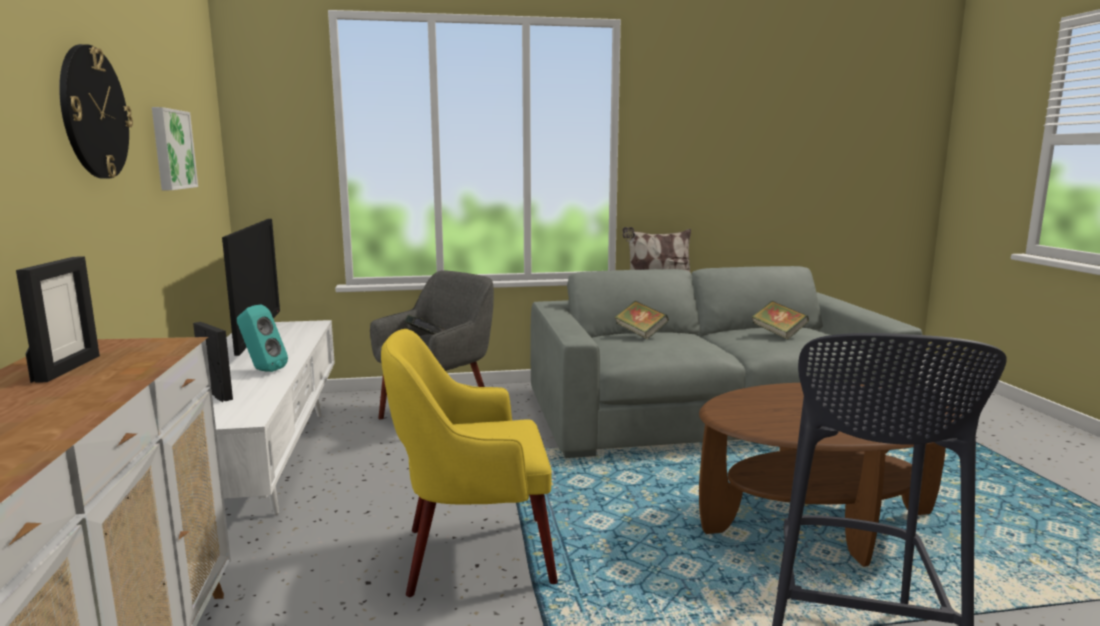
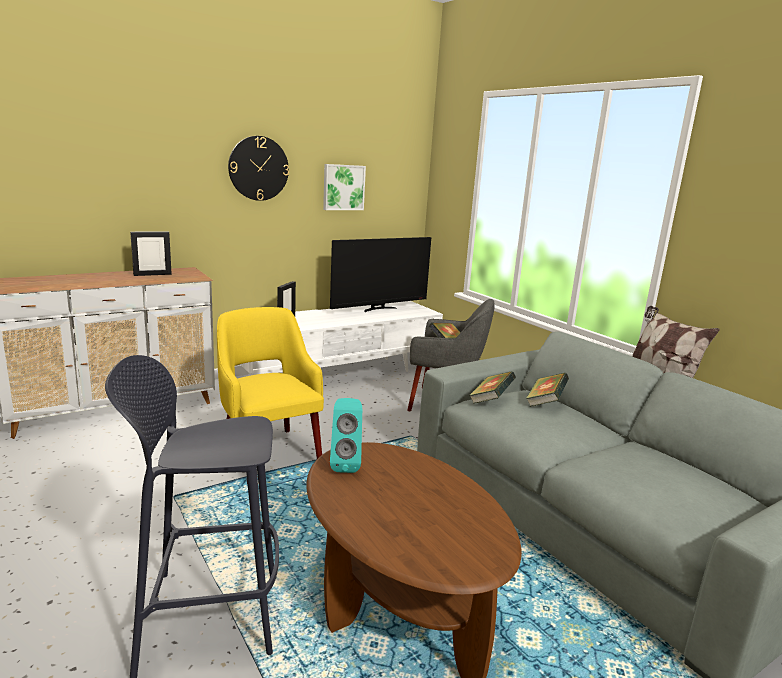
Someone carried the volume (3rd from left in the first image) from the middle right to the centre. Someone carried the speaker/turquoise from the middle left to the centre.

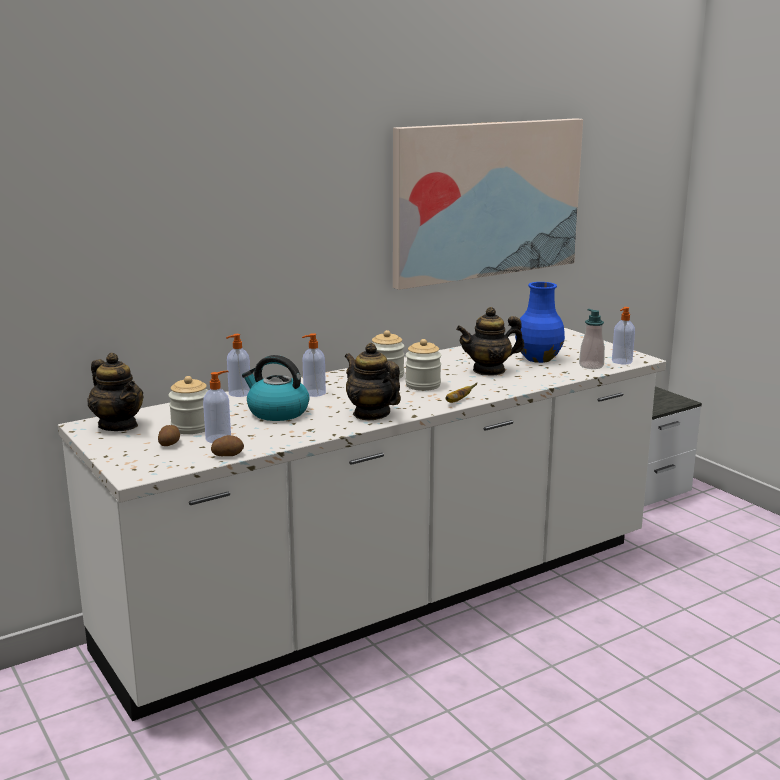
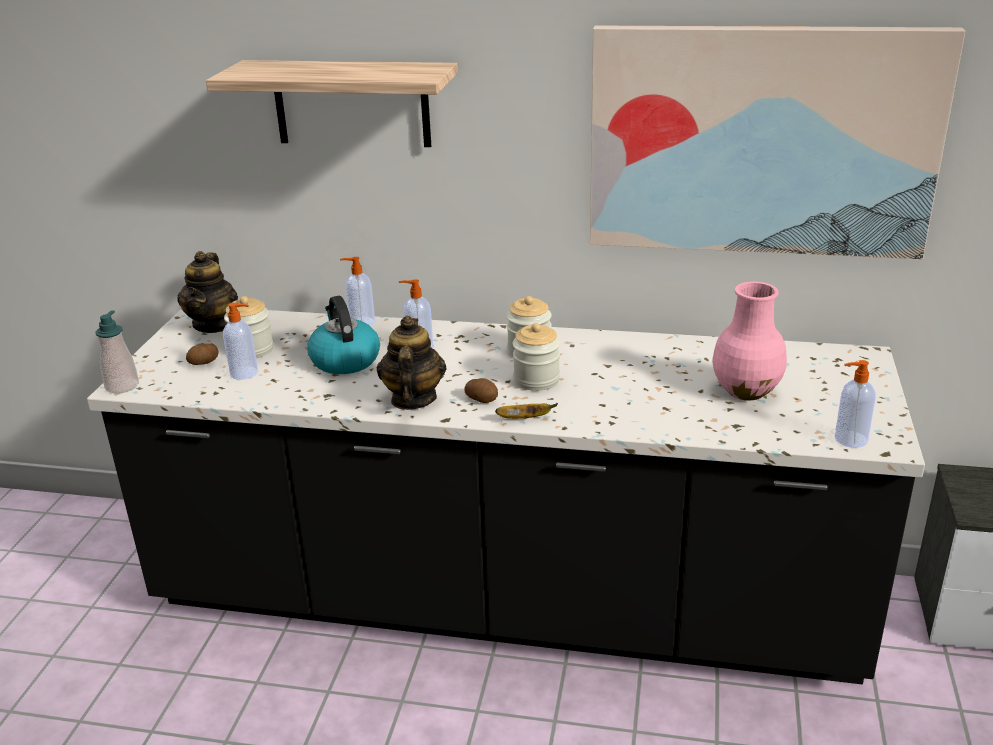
Someone repainted the vase/bluish at the middle right, which became the vase/pinkish at the middle right. Someone took away the teapot (3rd from left) at the centre. Someone carried the soap bottle (4th from left in the first image) from the middle right to the middle left. Someone repainted the kitchen counter/whitish at the bottom centre, which became the kitchen counter/blackish at the bottom centre. Someone carried the spud (2nd from left) from the middle left to the centre. Someone put up the shelf at the top centre.

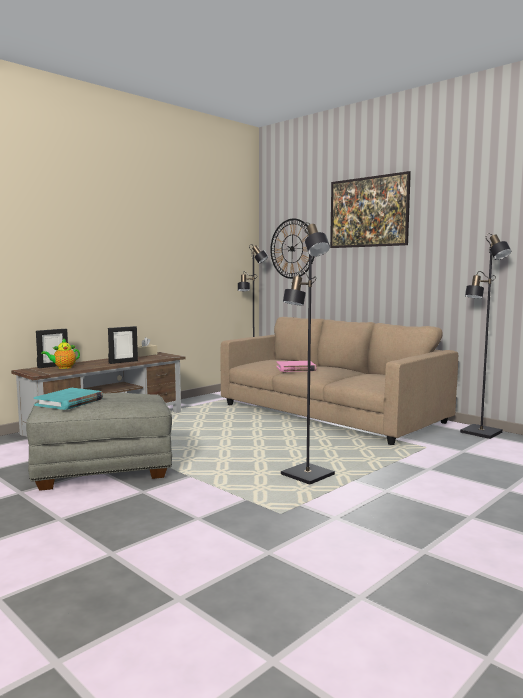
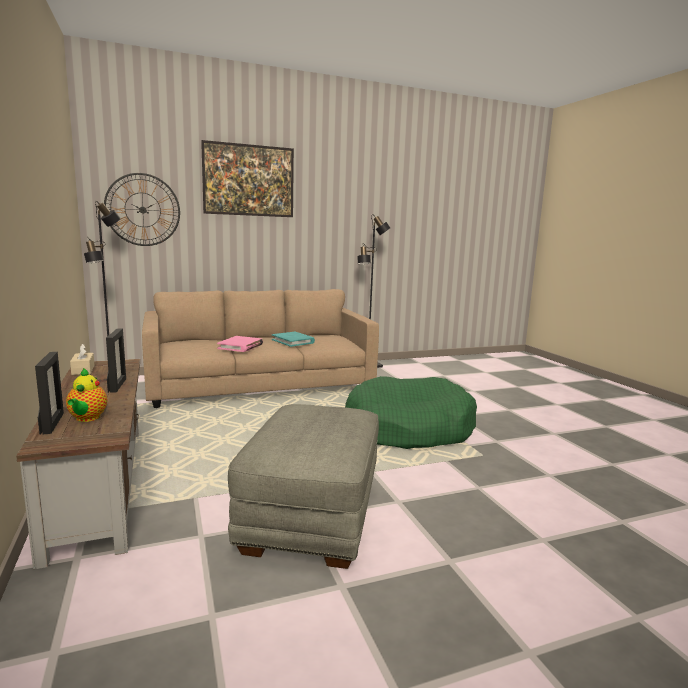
Someone swapped the standard lamp/blackish (2nd from left) at the centre for the dog cushion/green-coloured at the centre. Someone carried the volume/turquoise from the middle left to the centre.

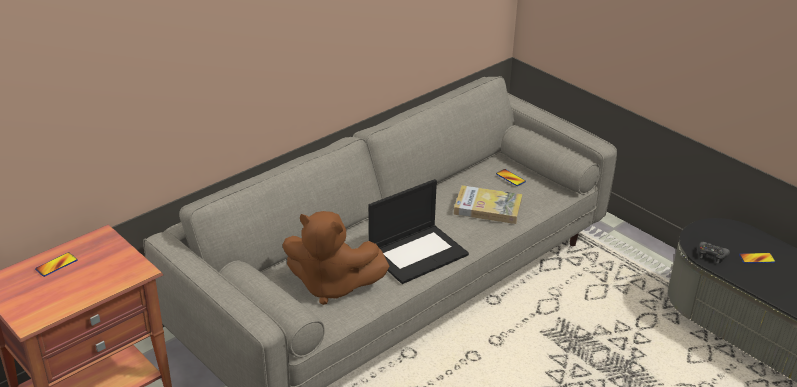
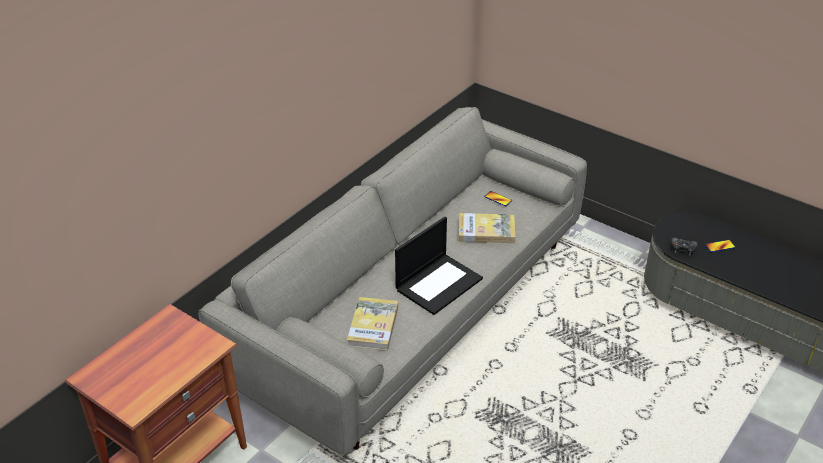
Someone swapped the soft toy/brownish at the bottom centre for the volume (1st from left) at the bottom centre. Someone took away the telephone (1st from left) at the bottom left.

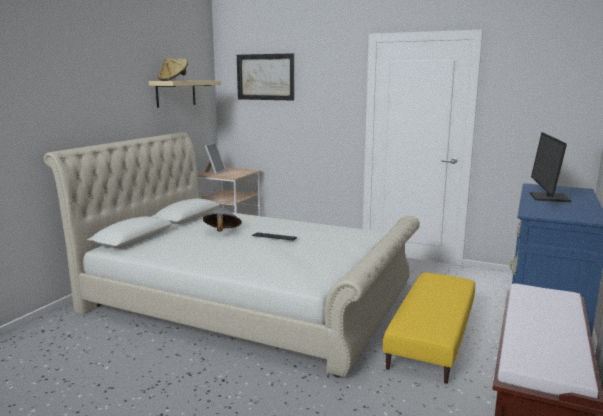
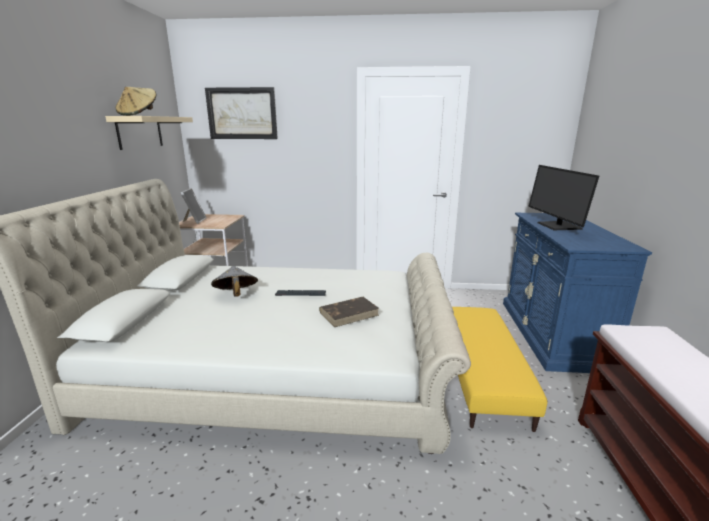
Someone put down the volume/brownish at the centre.

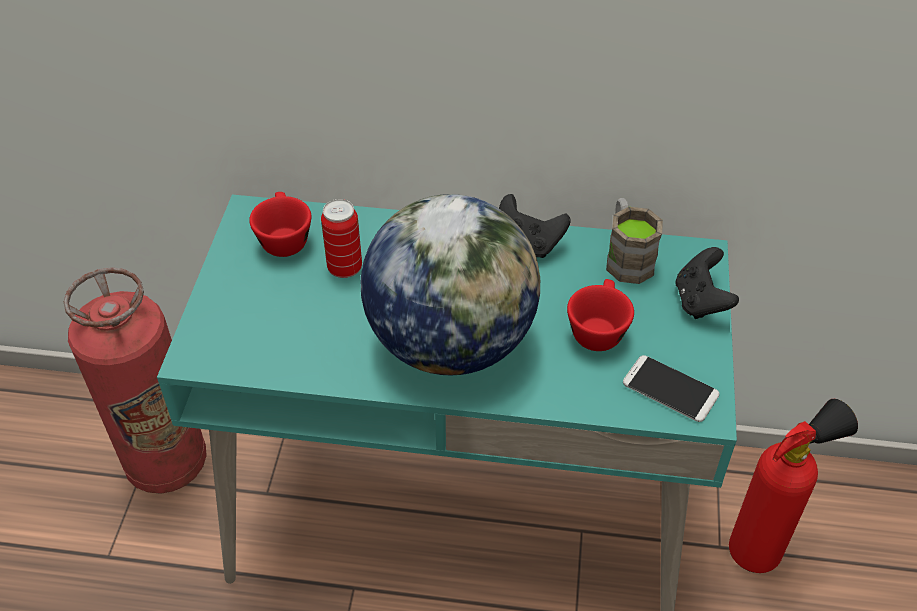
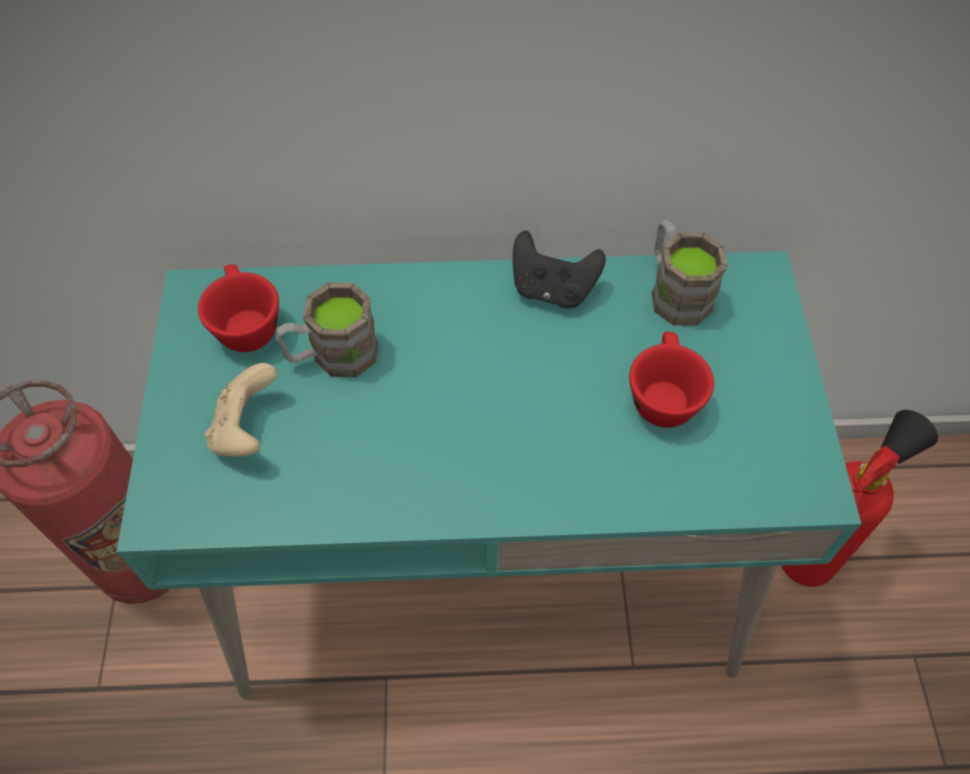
Someone took away the globe at the centre. Someone swapped the sealed can at the centre for the mug/brownish (1st from left) at the centre. Someone took away the game controller/blackish (2nd from left) at the middle right. Someone took away the telephone at the middle right. Someone put down the game controller/beige at the middle left.

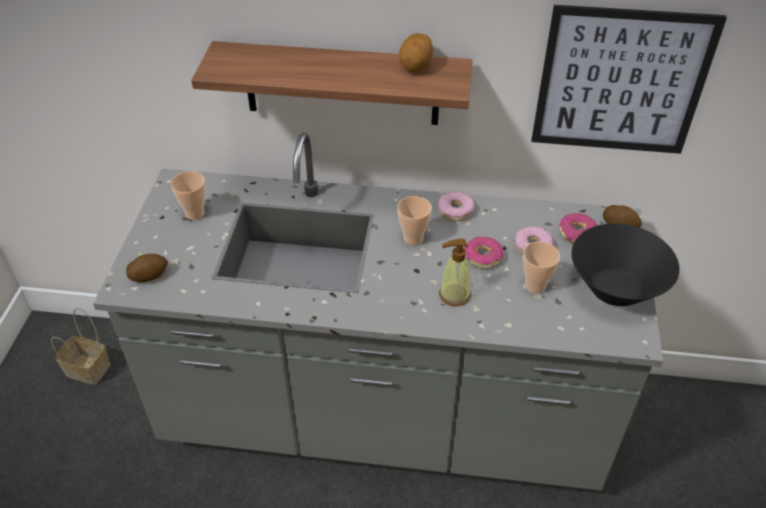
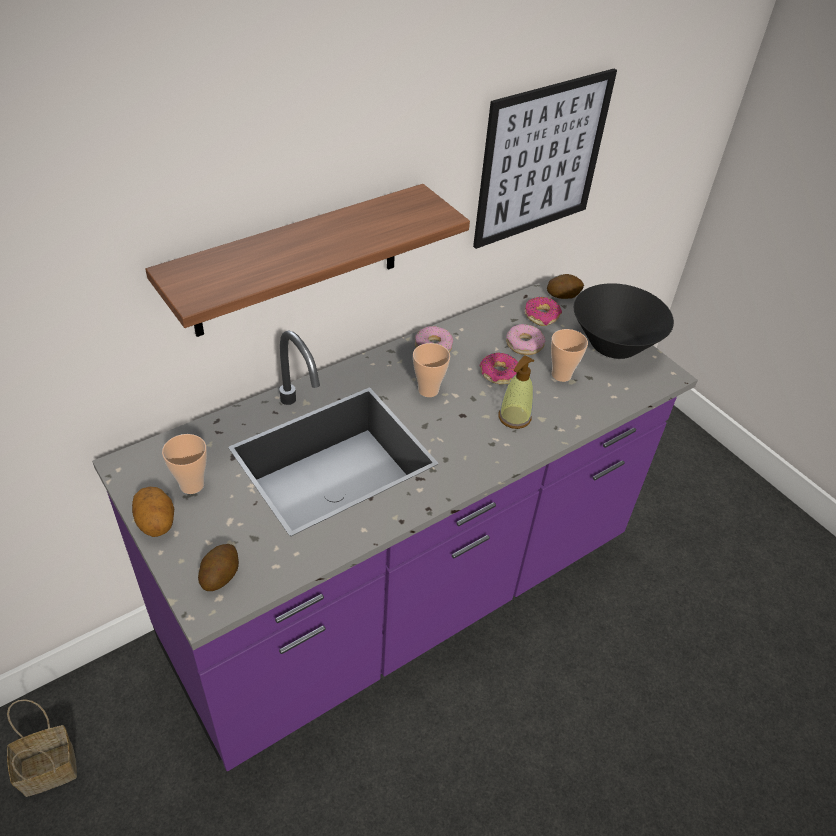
Someone carried the spud (2nd from left in the first image) from the top centre to the middle left. Someone repainted the kitchen counter/gray at the centre, which became the kitchen counter/purplish at the centre.

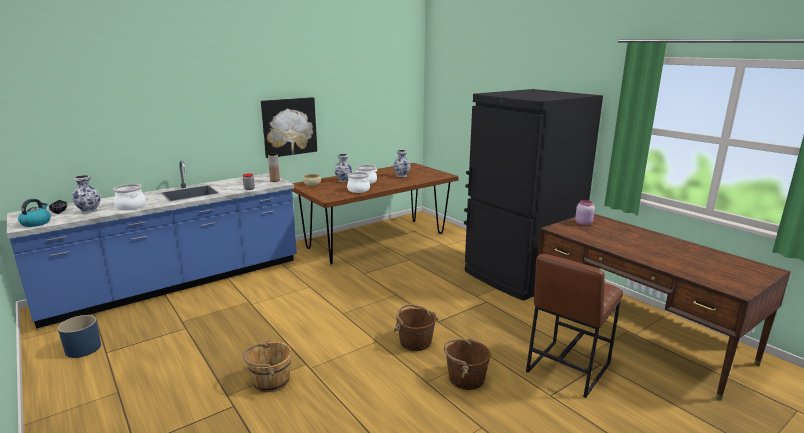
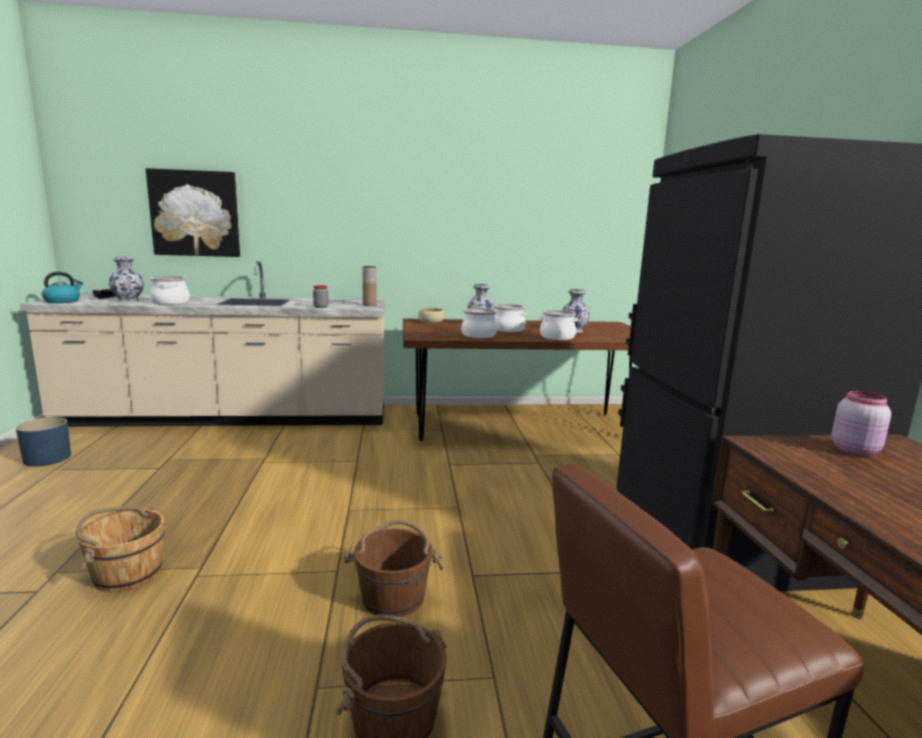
Someone carried the picture from the top centre to the top left. Someone repainted the kitchen counter/bluish at the middle left, which became the kitchen counter/beige at the middle left. Someone put down the saucepot (4th from left) at the centre.

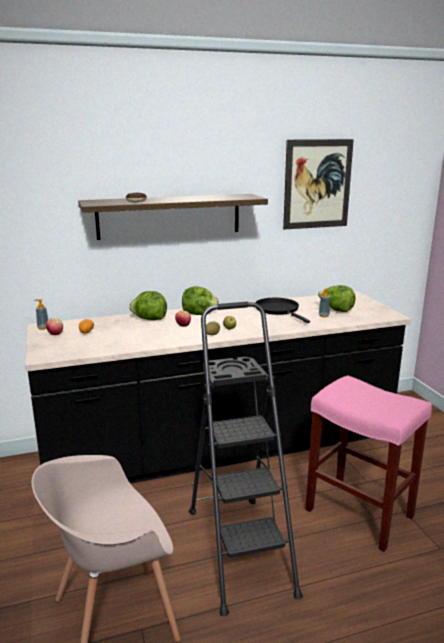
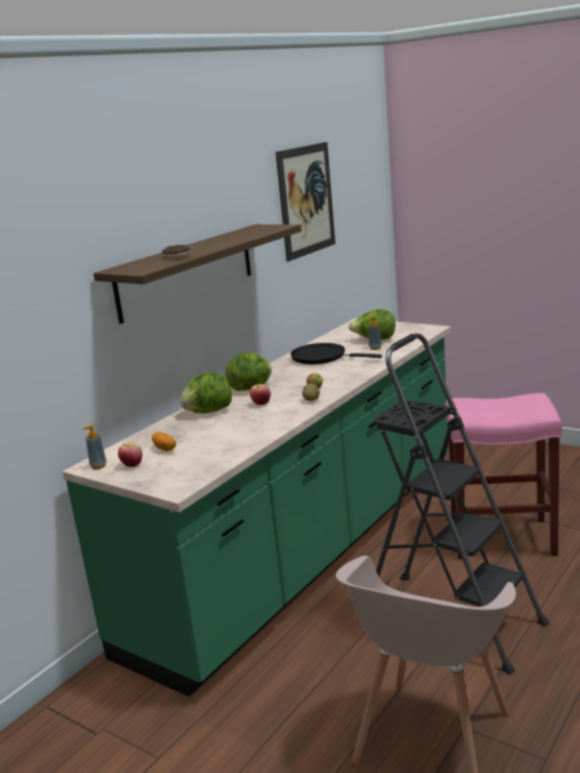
Someone repainted the kitchen counter/blackish at the centre, which became the kitchen counter/green-coloured at the centre.

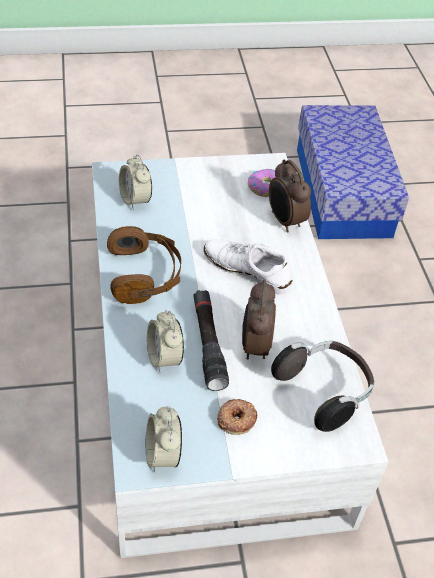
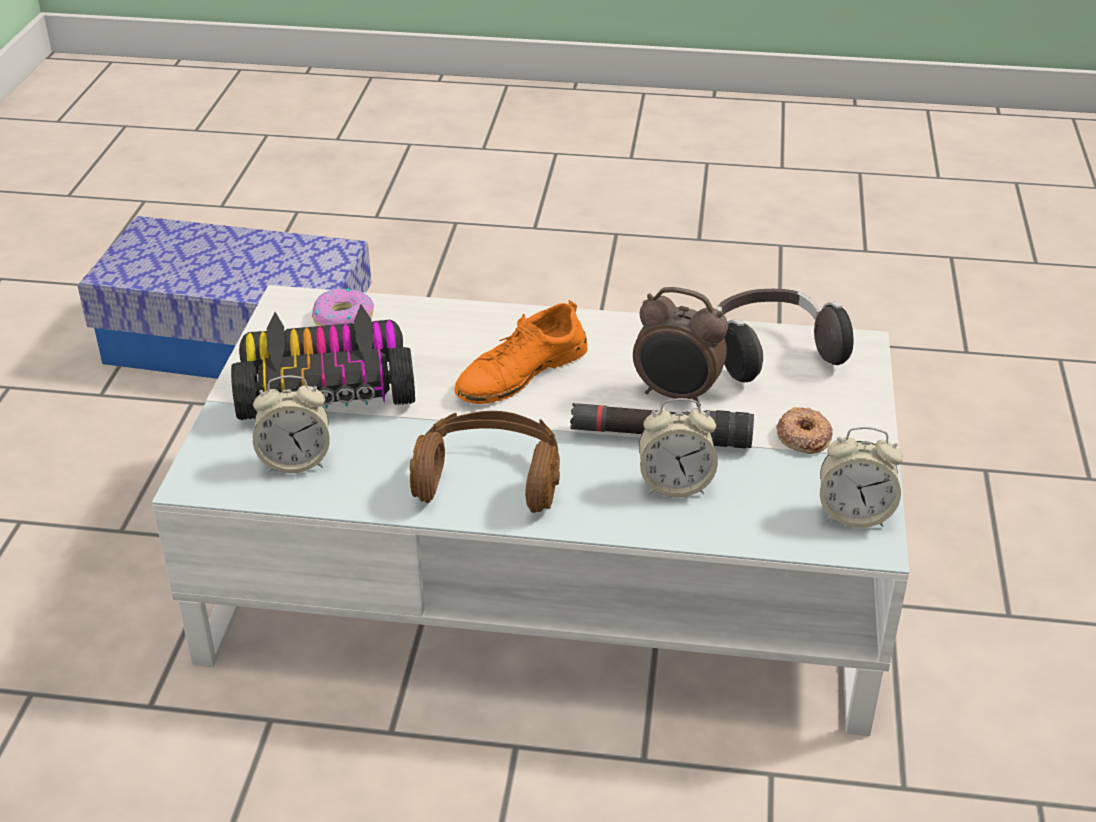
Someone took away the bedside clock (5th from left) at the middle right. Someone repainted the item of footwear/whitish at the centre, which became the item of footwear/orange at the centre. Someone put down the model car at the middle left.

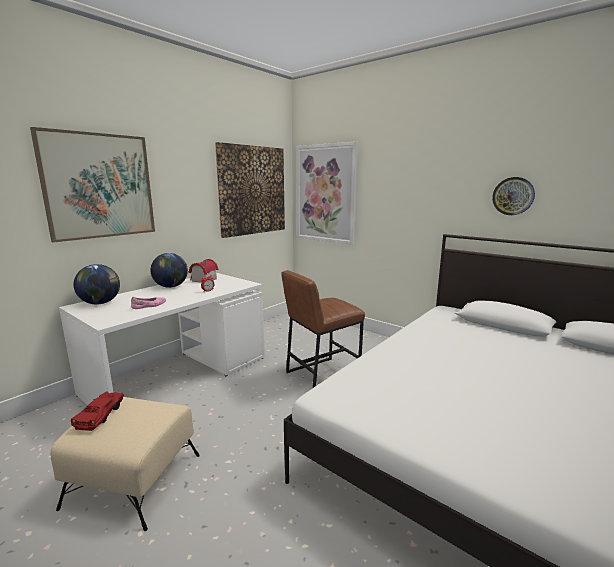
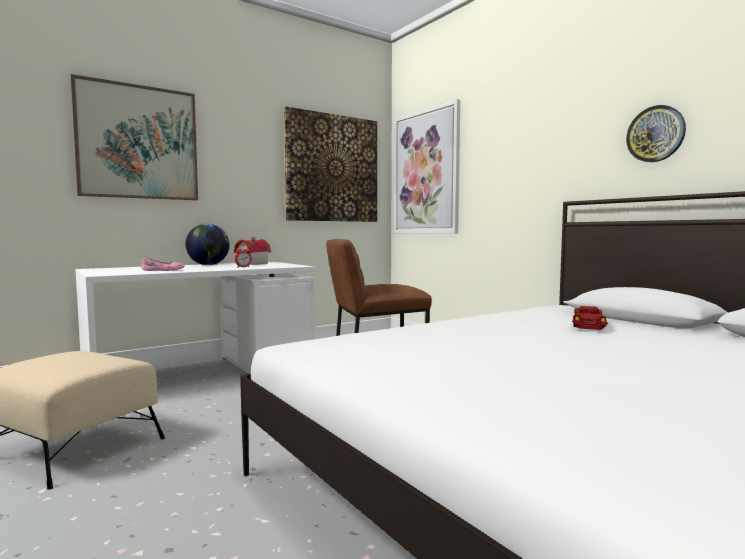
Someone took away the globe (1st from left) at the middle left. Someone carried the model car/reddish from the bottom left to the middle right.

